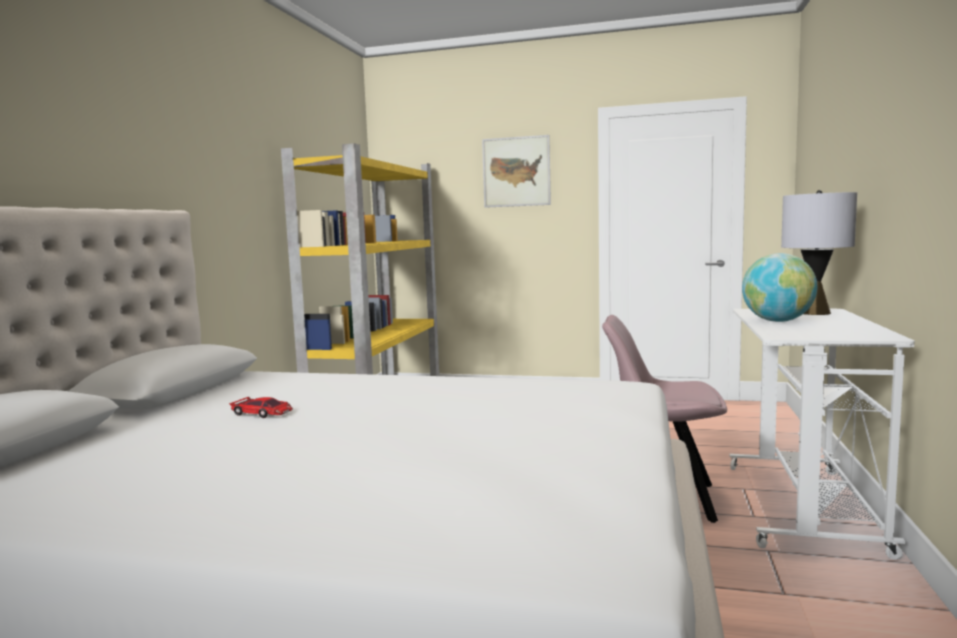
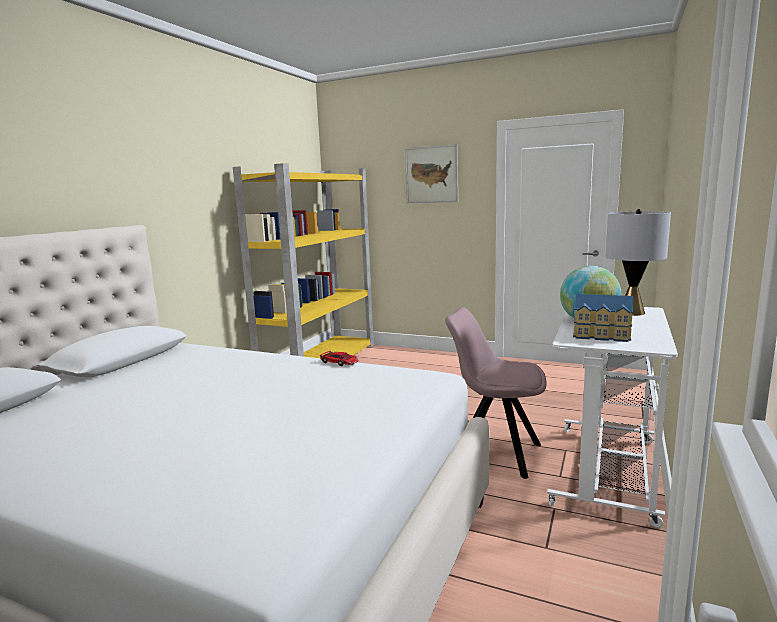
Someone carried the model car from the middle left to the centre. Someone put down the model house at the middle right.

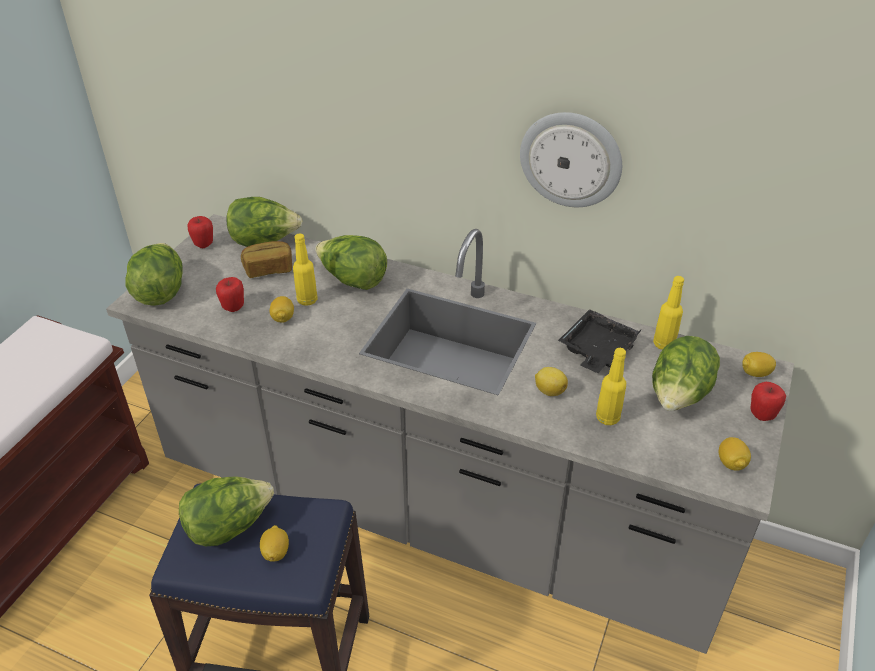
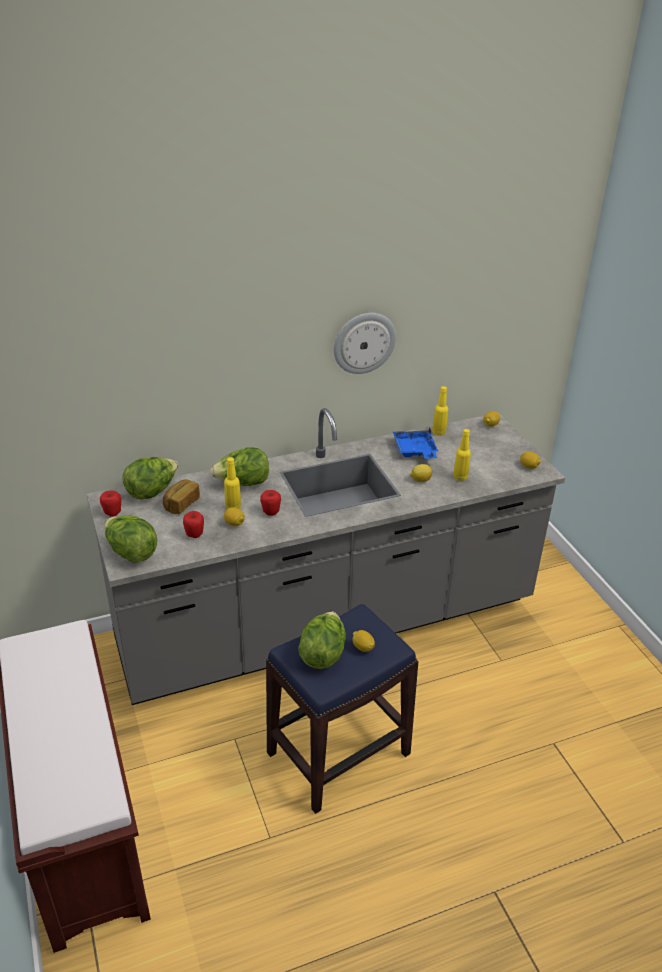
Someone repainted the tray/blackish at the middle right, which became the tray/bluish at the centre. Someone took away the head of lettuce (5th from left) at the middle right. Someone carried the apple (3rd from left) from the middle right to the centre.

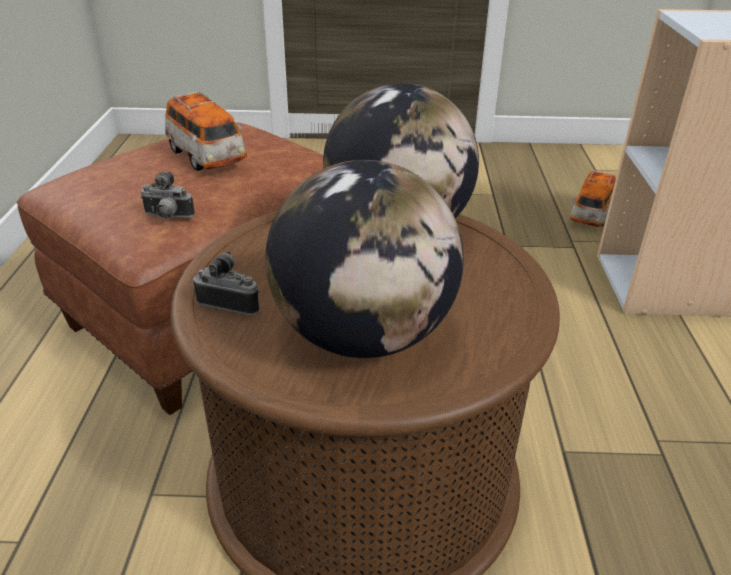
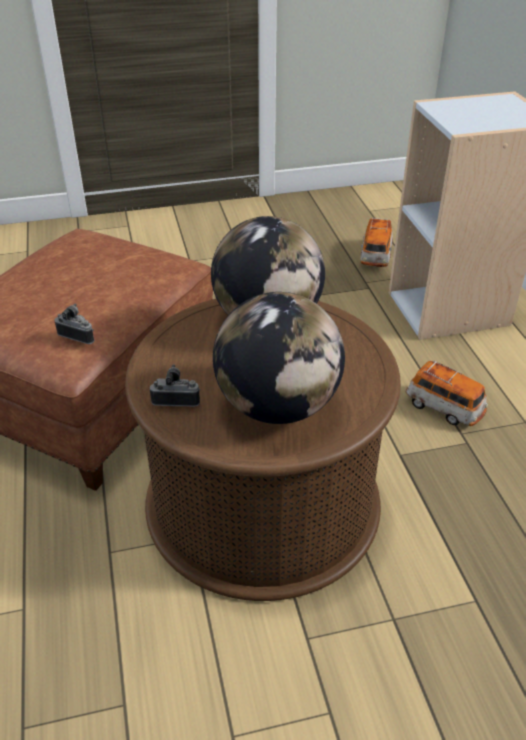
Someone carried the model car (1st from left in the first image) from the top left to the middle right. Someone rotated the photo camera (1st from left) at the middle left by 150 degrees counterclockwise.

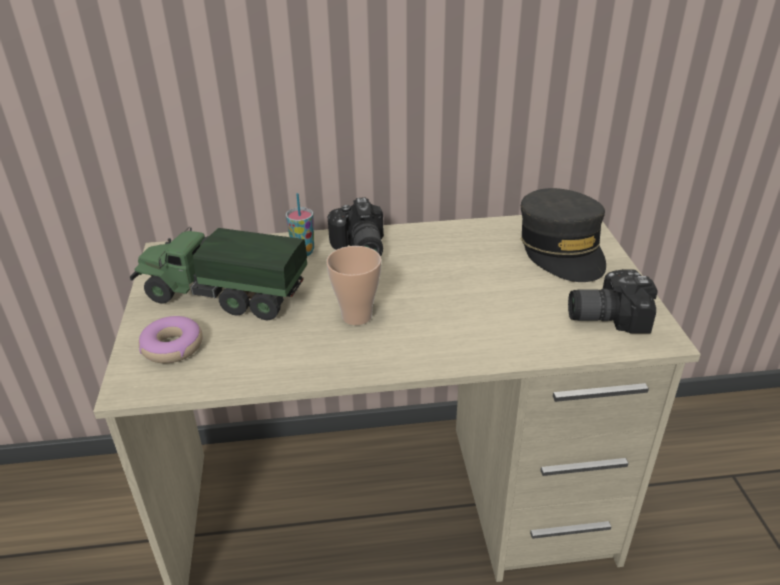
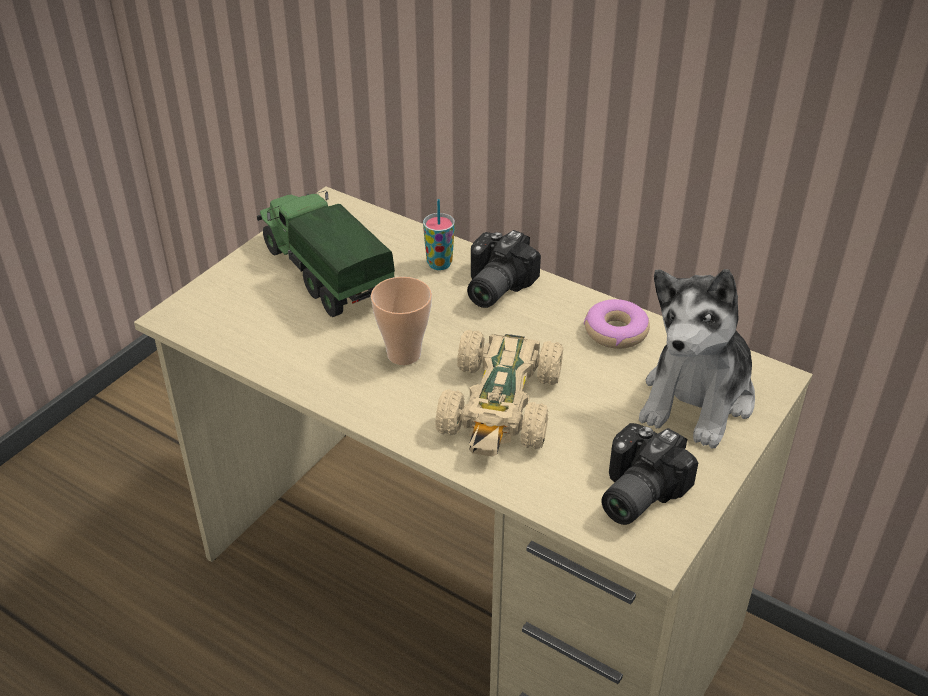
Someone swapped the cap/gray at the middle right for the soft toy at the middle right. Someone rotated the photo camera (2nd from left) at the middle right by 90 degrees counterclockwise. Someone carried the ring doughnut from the middle left to the centre. Someone put down the model car/beige at the centre.

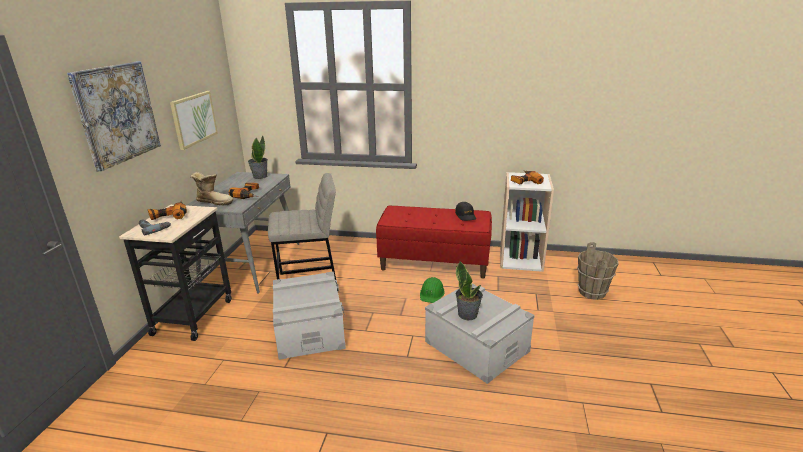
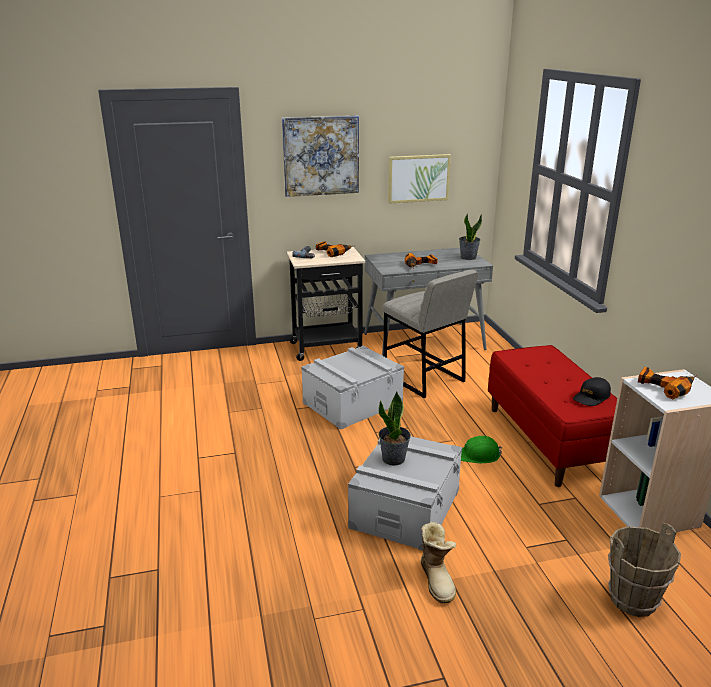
Someone carried the high-top boot from the middle left to the bottom centre.

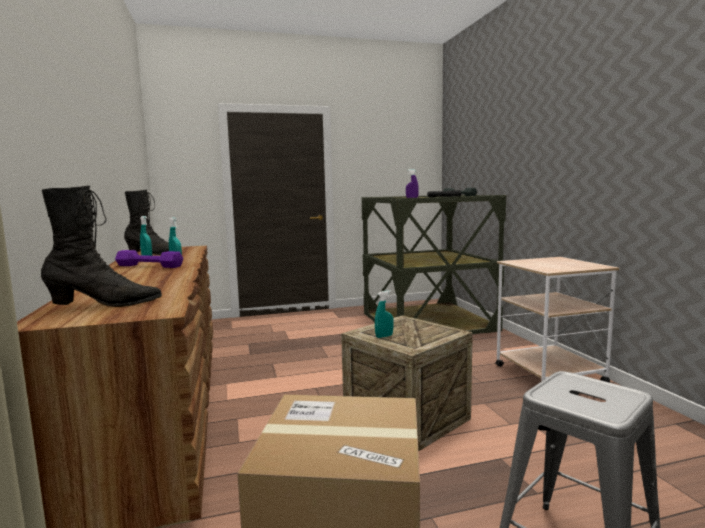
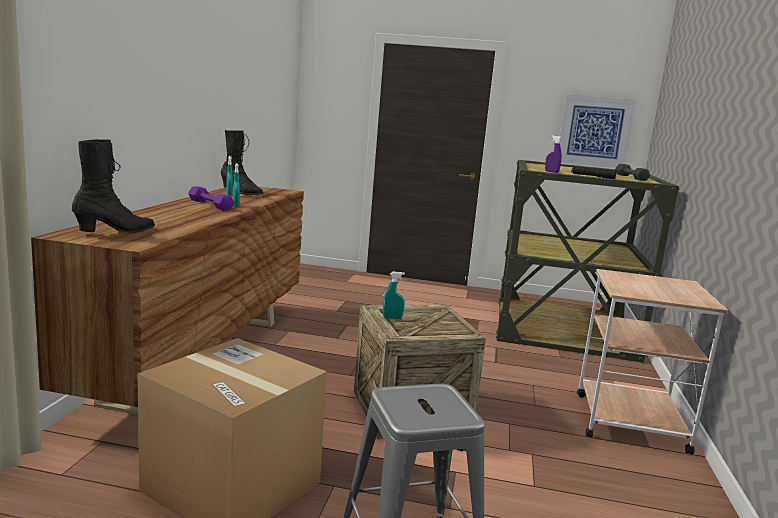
Someone rotated the high-top boot/blackish (1st from left) at the middle left by 60 degrees counterclockwise. Someone put up the picture at the top right.

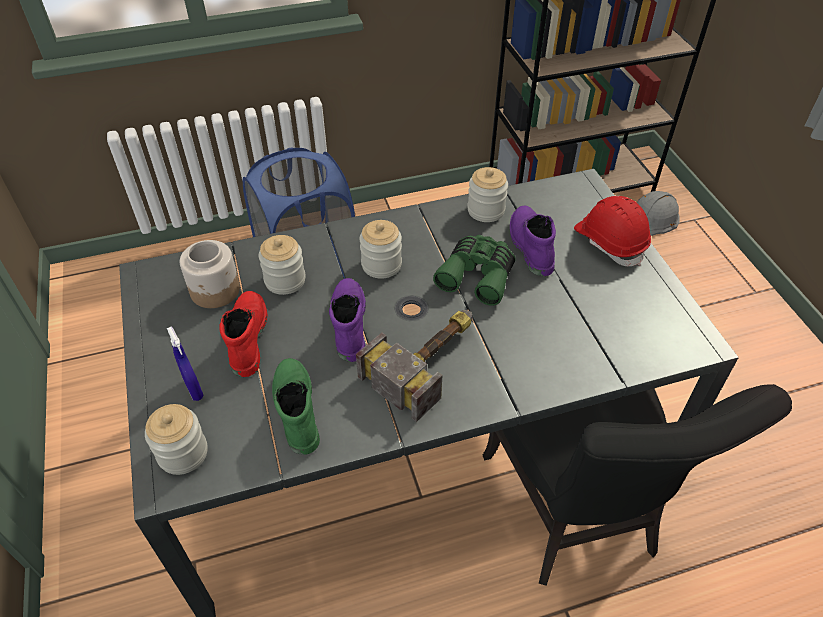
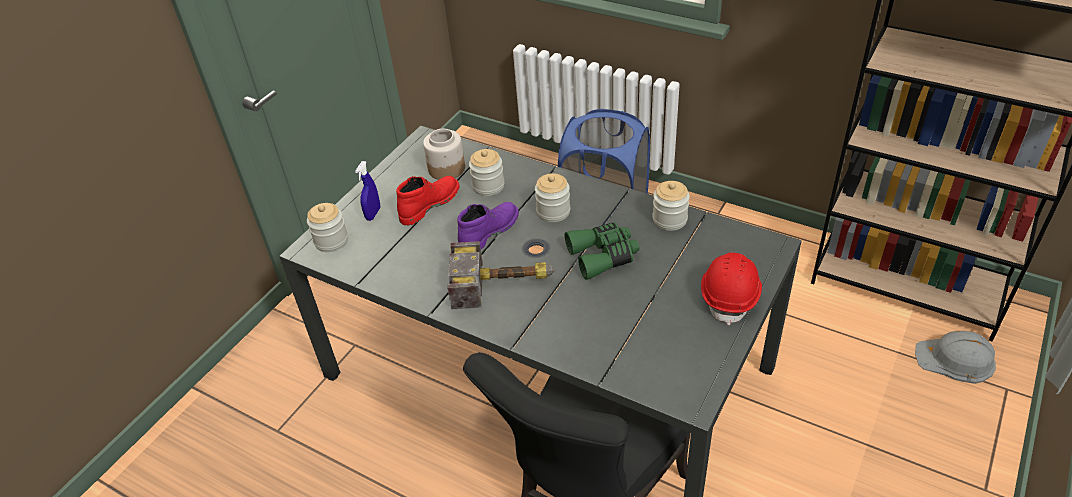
Someone took away the high-top boot/purplish (2nd from left) at the centre. Someone took away the high-top boot/green-coloured at the centre.

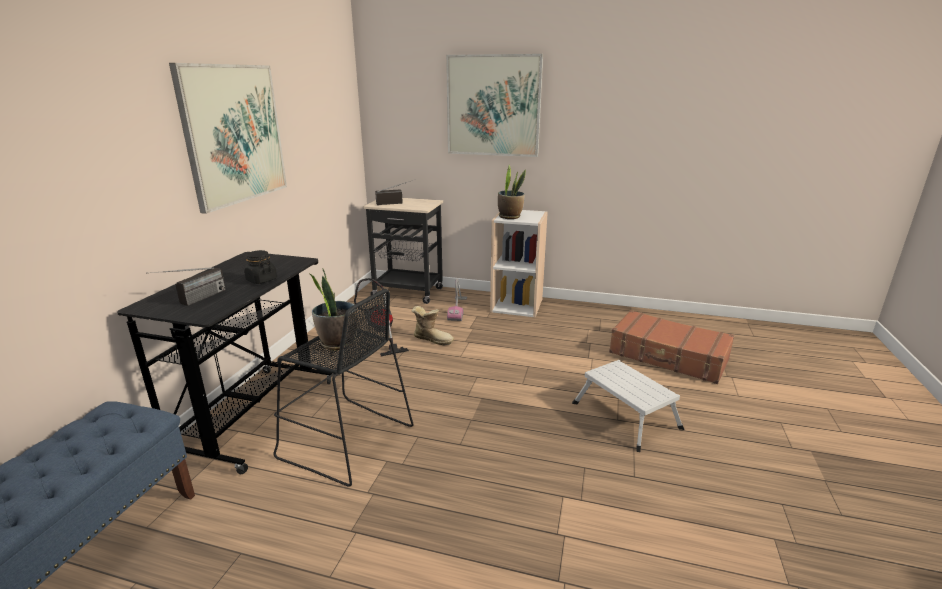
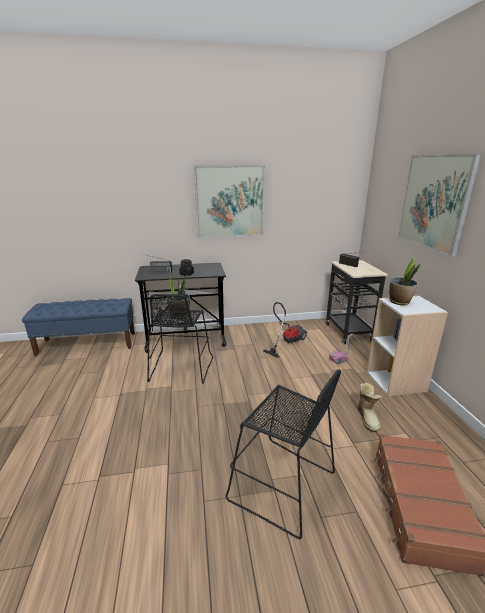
Someone carried the high-top boot from the centre to the middle right. Someone swapped the step stool/whitish at the bottom right for the stool seat/blackish (2nd from left) at the bottom centre.

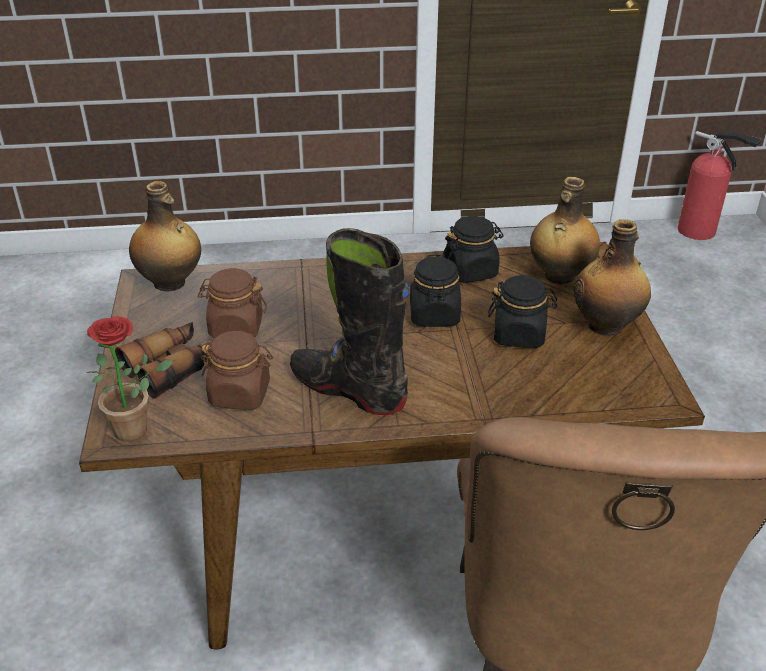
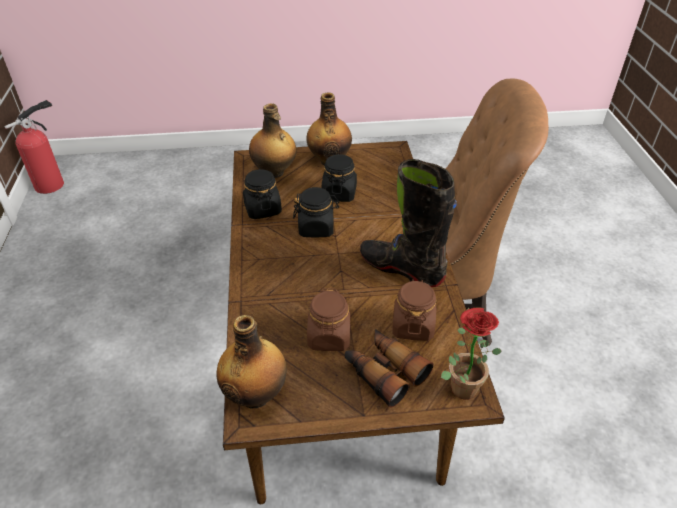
Someone rotated the high-top boot/blackish at the centre by 90 degrees clockwise.

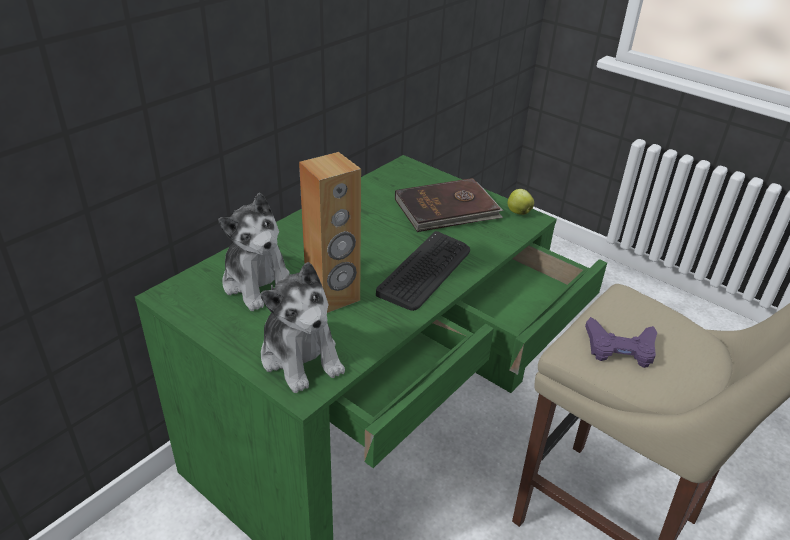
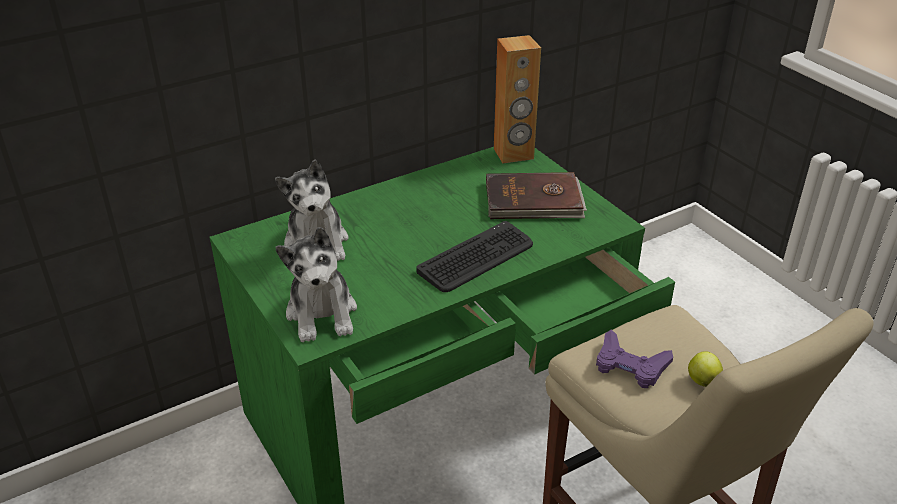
Someone carried the speaker/brownish from the centre to the top centre. Someone carried the apple from the centre to the bottom right.

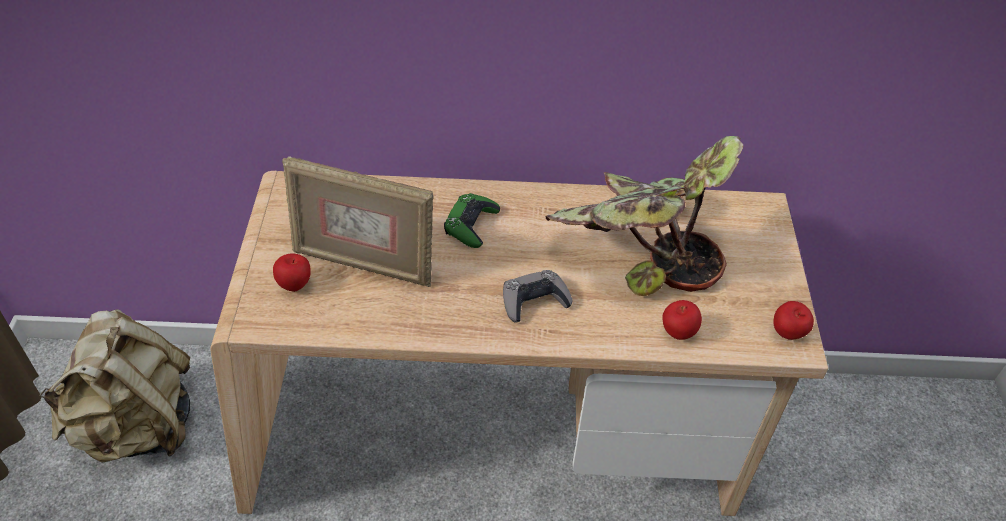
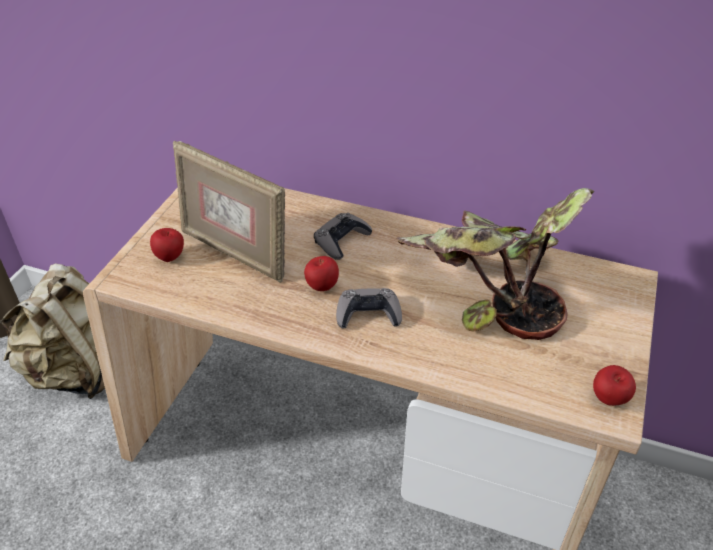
Someone repainted the game controller/green-coloured at the centre, which became the game controller/gray (1st from left) at the centre. Someone carried the apple (2nd from left) from the middle right to the centre.

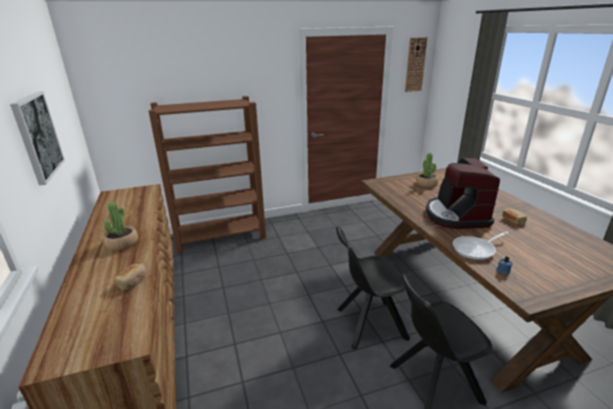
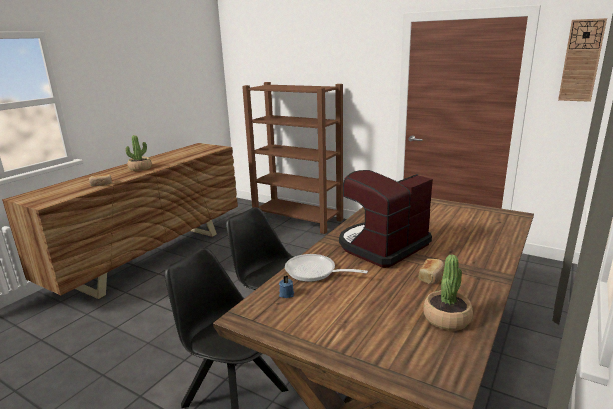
Someone took away the picture at the middle left. Someone carried the potted plant (2nd from left) from the middle right to the bottom right.

